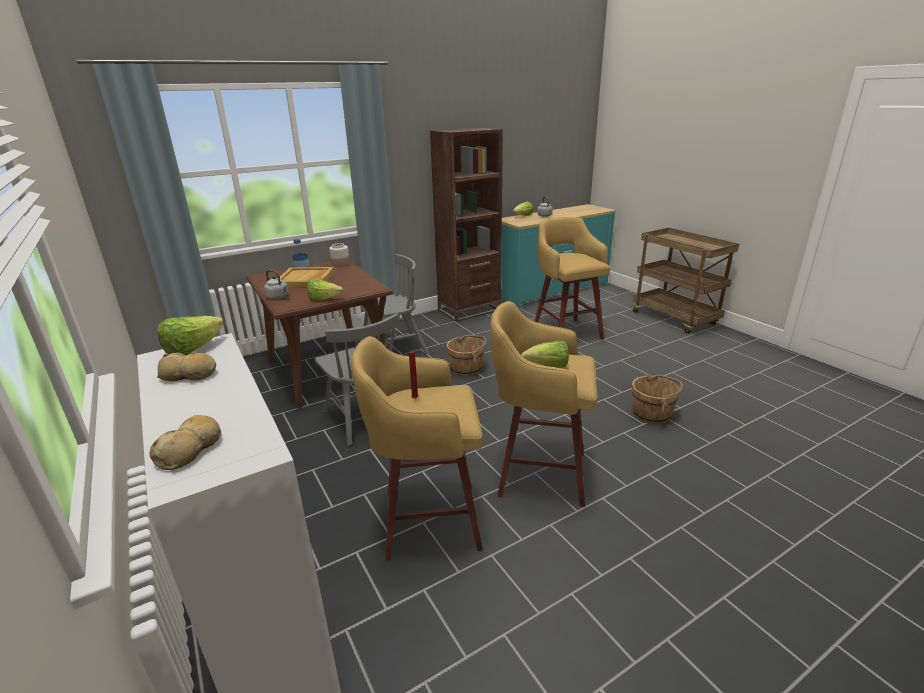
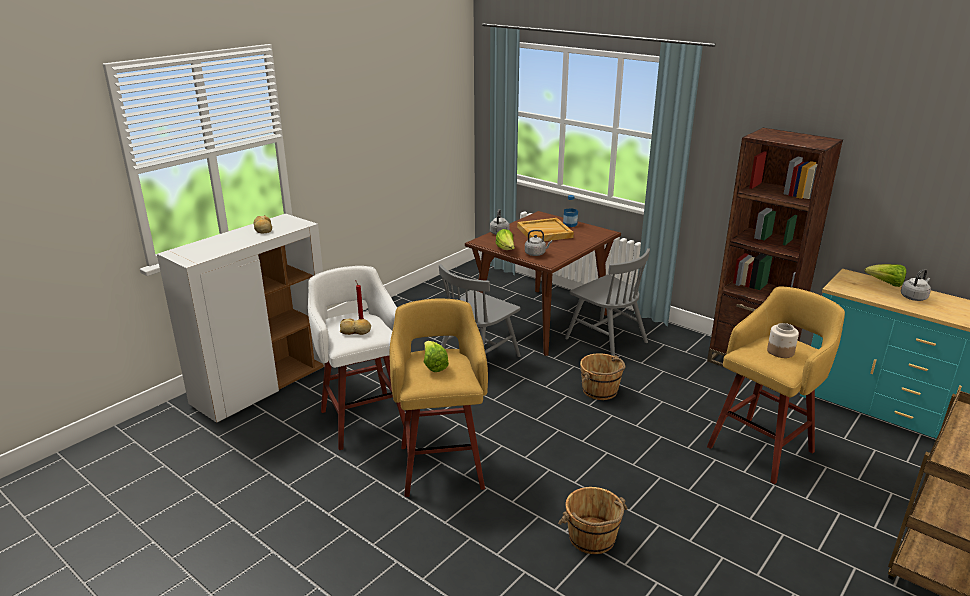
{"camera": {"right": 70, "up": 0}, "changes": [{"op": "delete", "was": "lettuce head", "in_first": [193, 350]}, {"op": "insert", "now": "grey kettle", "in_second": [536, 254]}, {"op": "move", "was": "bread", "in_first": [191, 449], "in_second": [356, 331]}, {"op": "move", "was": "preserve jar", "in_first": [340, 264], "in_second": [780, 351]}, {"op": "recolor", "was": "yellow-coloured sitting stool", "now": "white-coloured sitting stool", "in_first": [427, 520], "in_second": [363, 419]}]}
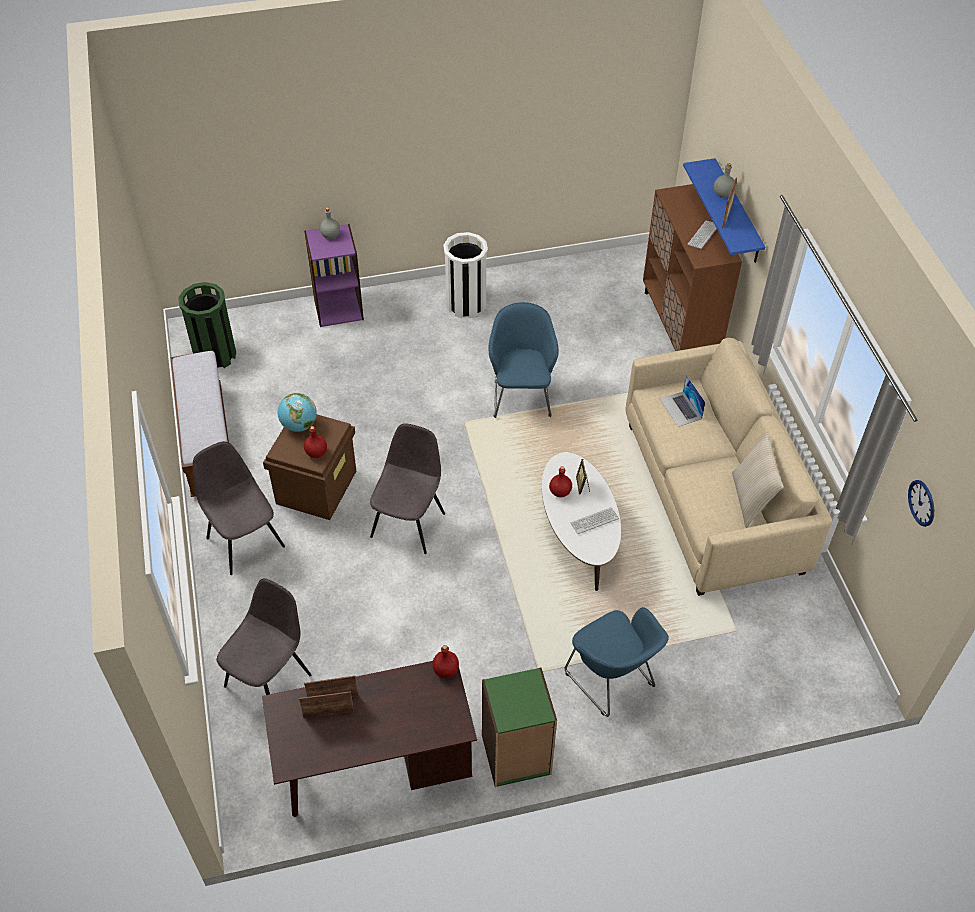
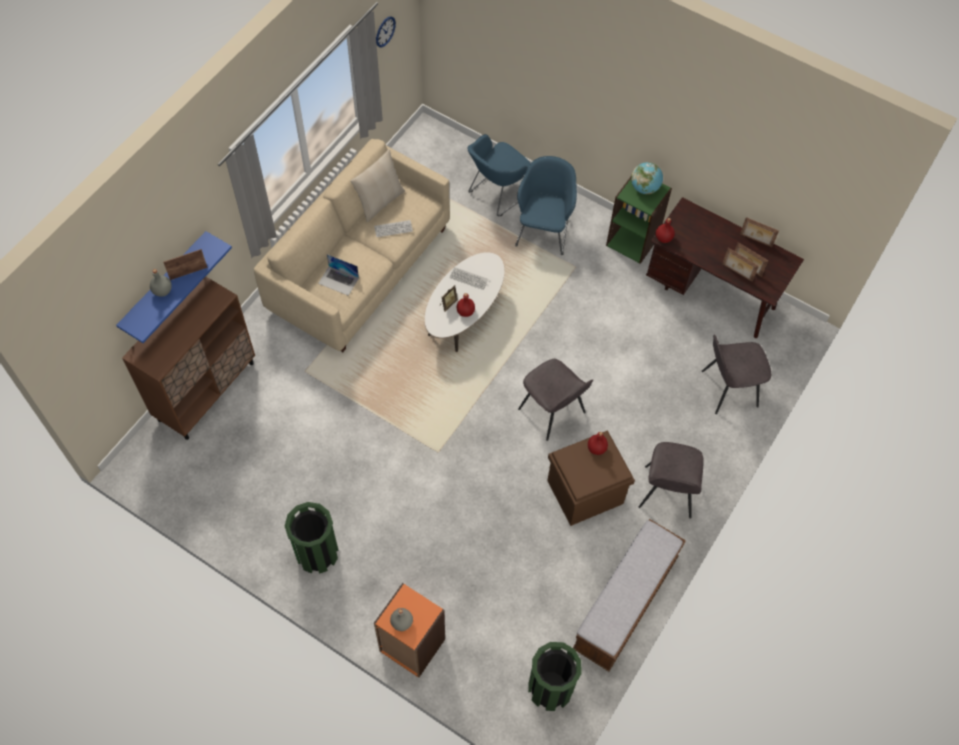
{"camera": {"right": -135, "up": 10}, "changes": [{"op": "insert", "now": "standing frame", "in_second": [755, 241]}, {"op": "move", "was": "world globe", "in_first": [299, 425], "in_second": [645, 188]}, {"op": "move", "was": "blue-coloured easy chair", "in_first": [521, 395], "in_second": [497, 194]}, {"op": "move", "was": "computer keyboard", "in_first": [703, 235], "in_second": [393, 229]}, {"op": "recolor", "was": "purple-coloured bookshelf", "now": "orangey bookshelf", "in_first": [338, 308], "in_second": [411, 645]}, {"op": "recolor", "was": "white-coloured trash can", "now": "greenish trash can", "in_first": [466, 304], "in_second": [317, 553]}, {"op": "rotate", "was": "grey chair", "in_first": [409, 523], "in_second": [553, 412], "clockwise": -105}, {"op": "rotate", "was": "laptop", "in_first": [680, 409], "in_second": [338, 280], "clockwise": 90}]}
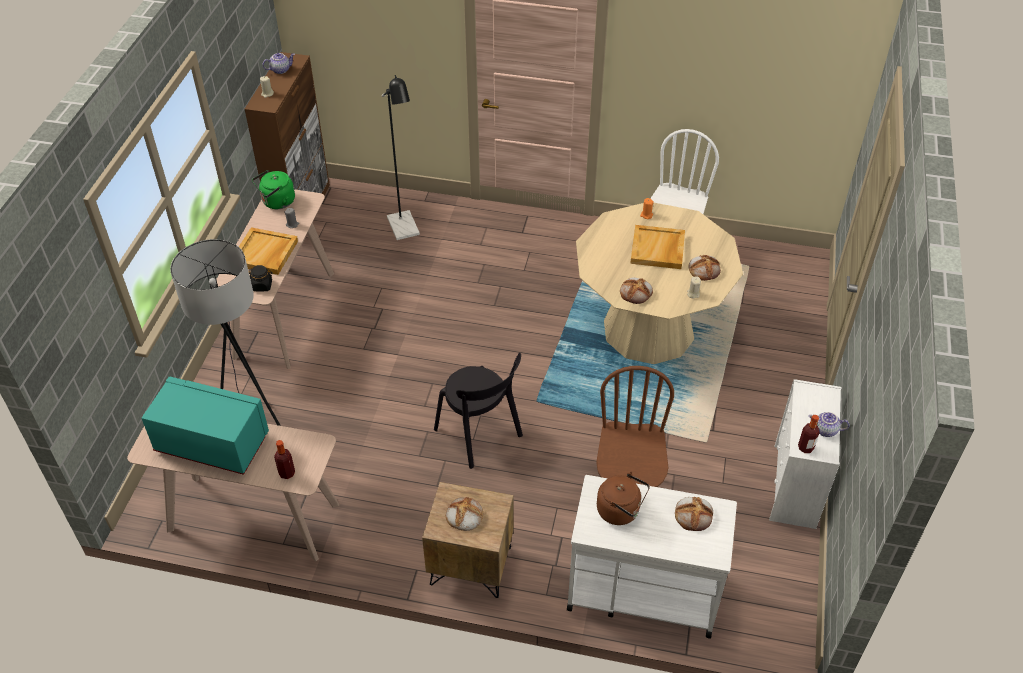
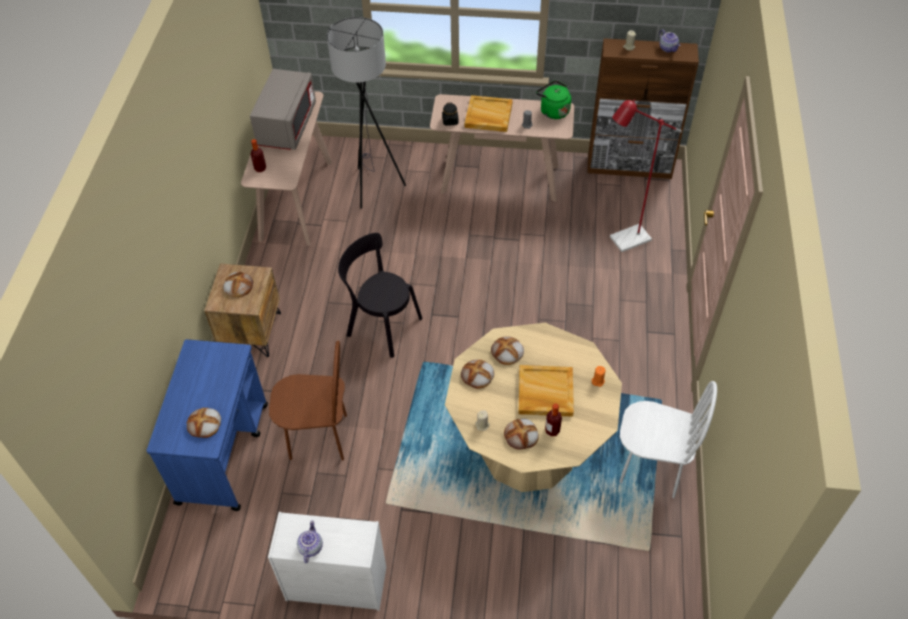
{"camera": {"right": 85, "up": 5}, "changes": [{"op": "delete", "was": "brown-coloured kettle", "in_first": [621, 511]}, {"op": "insert", "now": "bread", "in_second": [507, 352]}, {"op": "move", "was": "drink bottle", "in_first": [805, 448], "in_second": [552, 430]}, {"op": "recolor", "was": "turquoise-coloured microwave oven", "now": "grey microwave oven", "in_first": [212, 444], "in_second": [287, 126]}, {"op": "recolor", "was": "black standing lamp", "now": "red-coloured standing lamp", "in_first": [405, 230], "in_second": [624, 241]}, {"op": "recolor", "was": "white-coloured trolley", "now": "blue-coloured trolley", "in_first": [641, 591], "in_second": [223, 452]}, {"op": "rotate", "was": "black chair", "in_first": [480, 435], "in_second": [381, 325], "clockwise": 75}]}
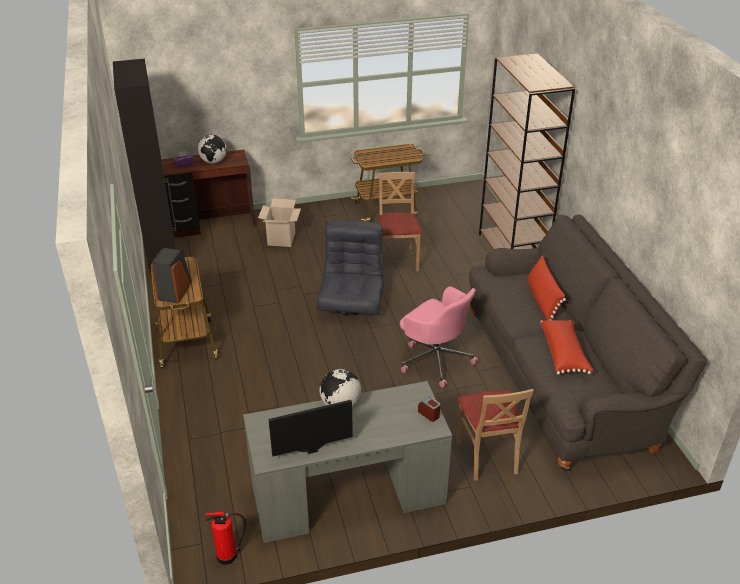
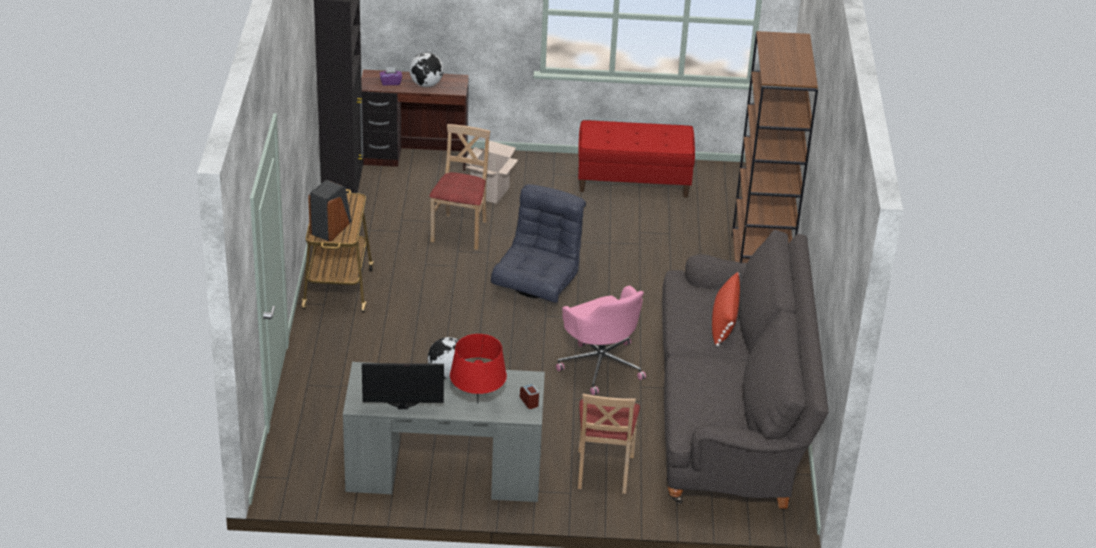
{"camera": {"right": 15, "up": 0}, "changes": [{"op": "delete", "was": "fire-fighting cylinder", "in_first": [229, 555]}, {"op": "delete", "was": "red-coloured pillow", "in_first": [564, 354]}, {"op": "insert", "now": "red-coloured tabletop lamp", "in_second": [477, 403]}, {"op": "move", "was": "sand-coloured chair", "in_first": [397, 260], "in_second": [460, 231]}, {"op": "replace", "was": "trolley", "now": "red-coloured bench", "in_first": [386, 210], "in_second": [633, 181]}]}
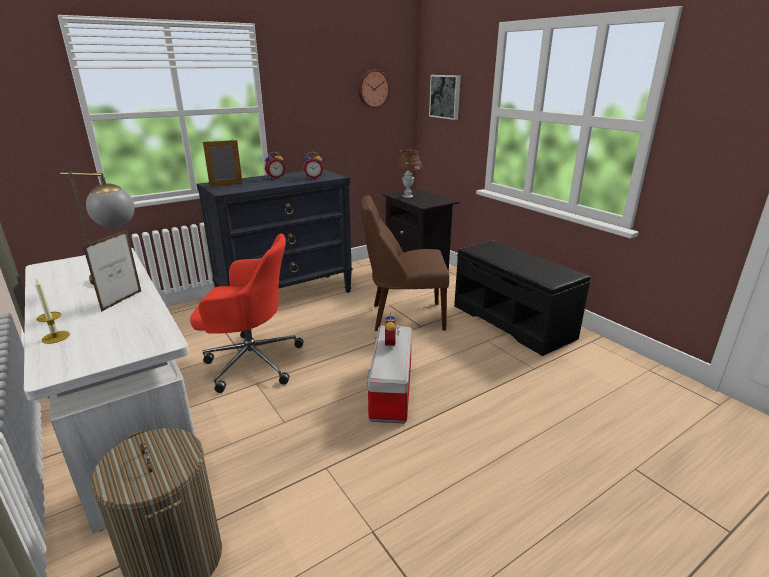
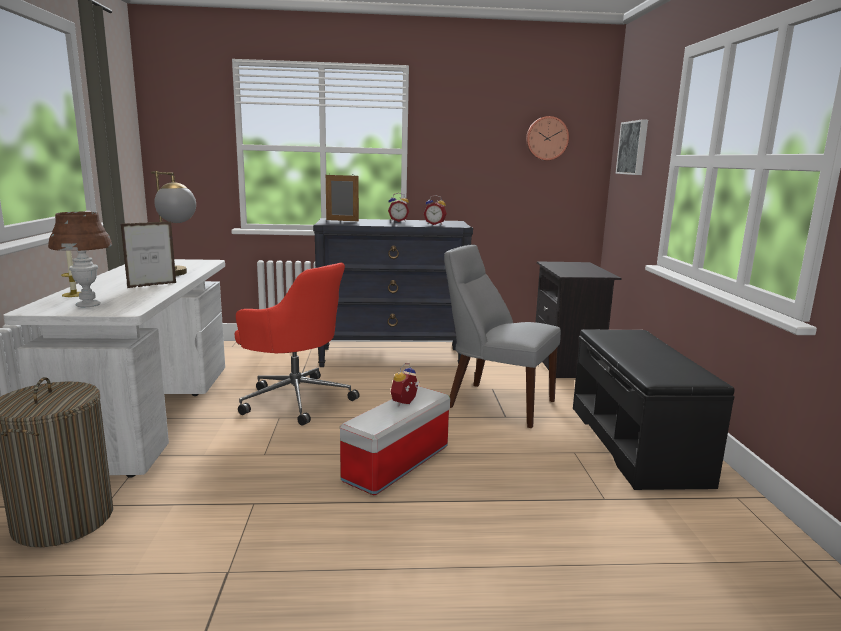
{"camera": {"right": 30, "up": -10}, "changes": [{"op": "move", "was": "brown-coloured tabletop lamp", "in_first": [407, 196], "in_second": [88, 305]}, {"op": "recolor", "was": "brown-coloured chair", "now": "grey chair", "in_first": [403, 316], "in_second": [496, 403]}]}
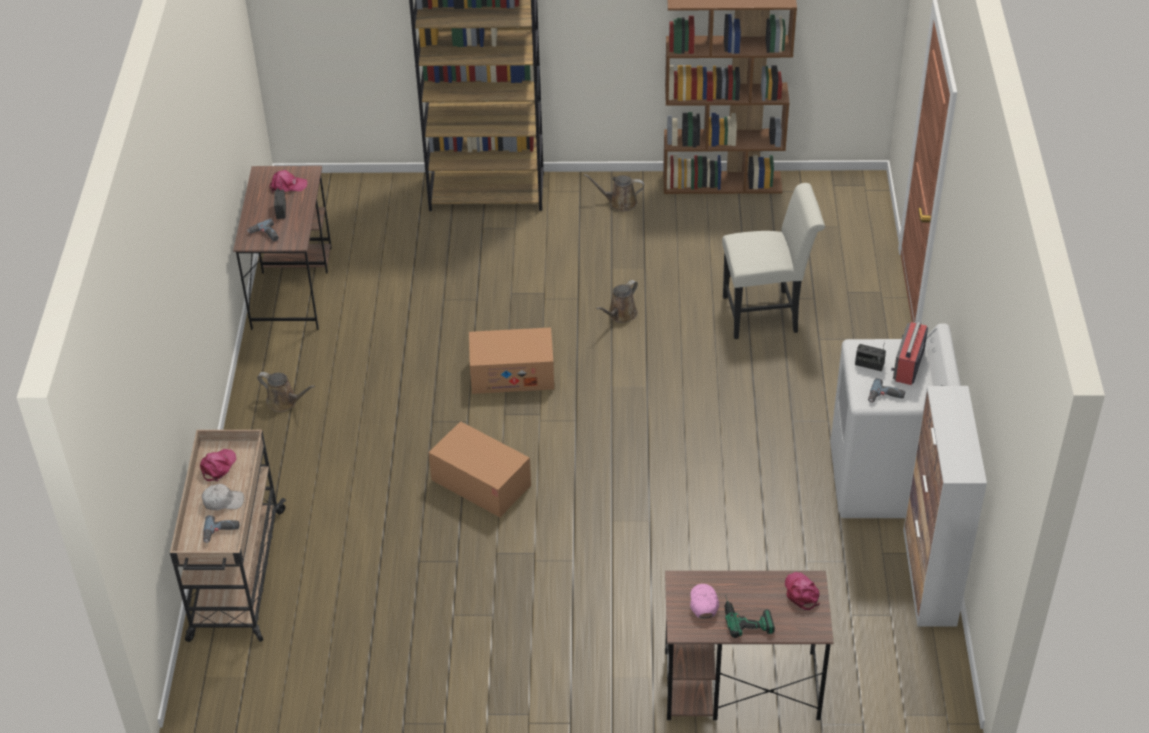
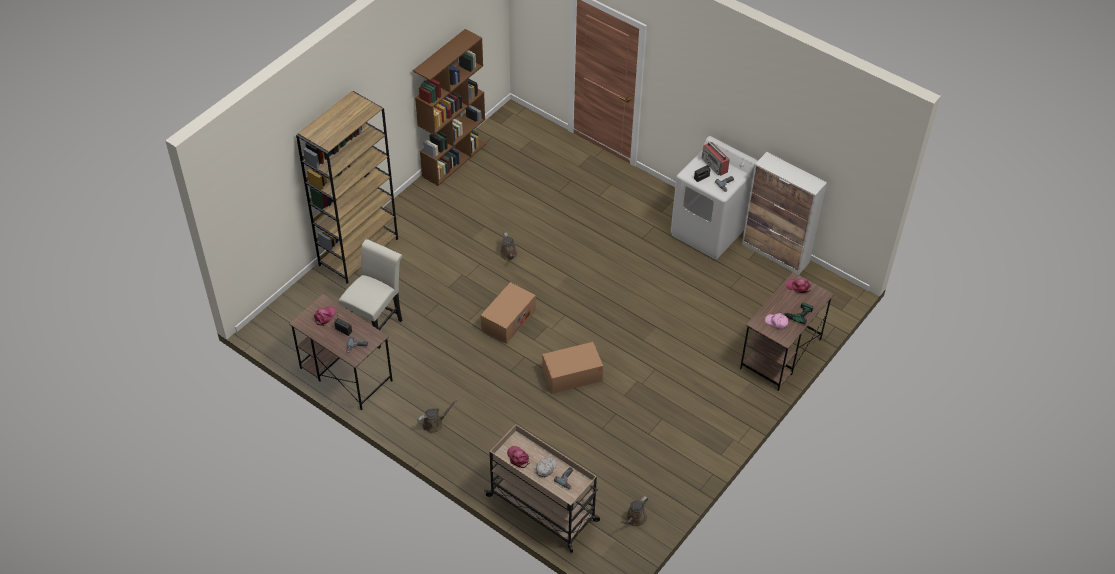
{"camera": {"right": -55, "up": 5}, "changes": [{"op": "move", "was": "brown-coloured watering pot", "in_first": [619, 203], "in_second": [634, 519]}, {"op": "move", "was": "white-coloured chair", "in_first": [766, 313], "in_second": [376, 323]}]}
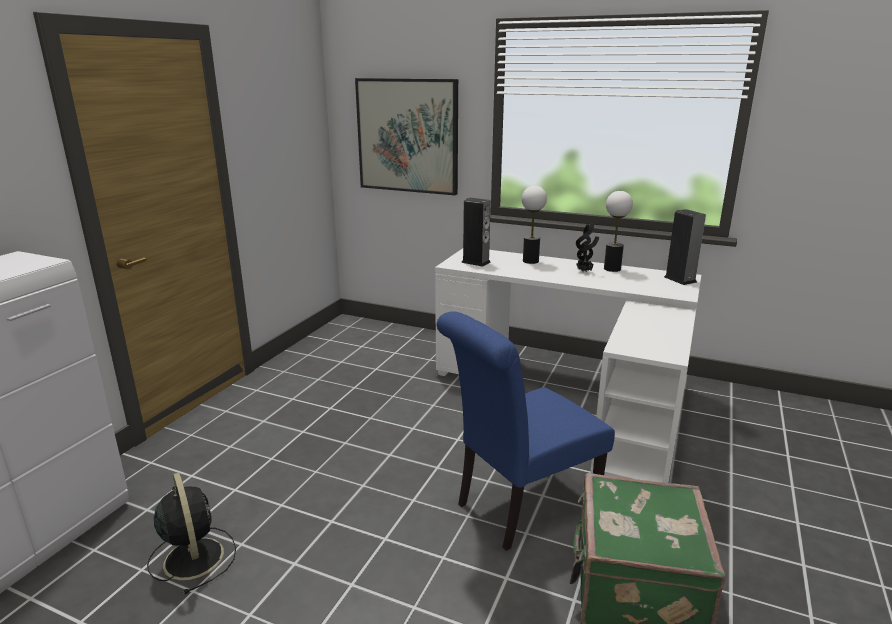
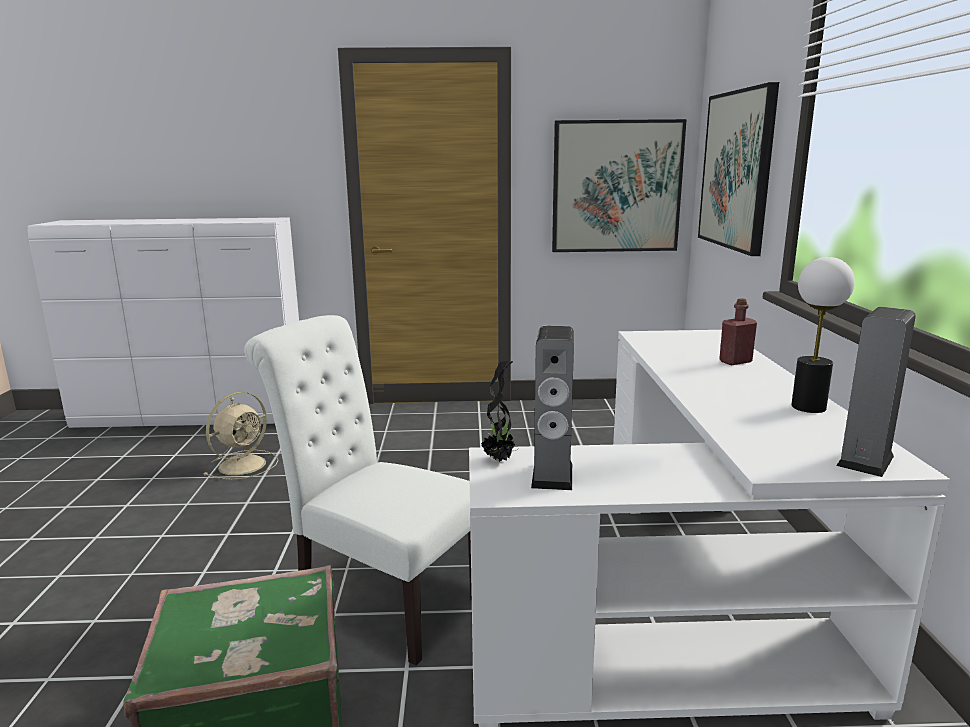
{"camera": {"right": 65, "up": -5}, "changes": [{"op": "insert", "now": "wall art", "in_second": [616, 187]}, {"op": "move", "was": "speaker", "in_first": [475, 262], "in_second": [552, 475]}, {"op": "move", "was": "potted plant", "in_first": [584, 271], "in_second": [499, 460]}, {"op": "replace", "was": "tabletop lamp", "now": "red-coloured drink bottle", "in_first": [530, 261], "in_second": [735, 361]}, {"op": "recolor", "was": "black electric fan", "now": "sand-coloured electric fan", "in_first": [193, 556], "in_second": [244, 464]}, {"op": "recolor", "was": "blue-coloured chair", "now": "white-coloured chair", "in_first": [519, 507], "in_second": [379, 599]}]}
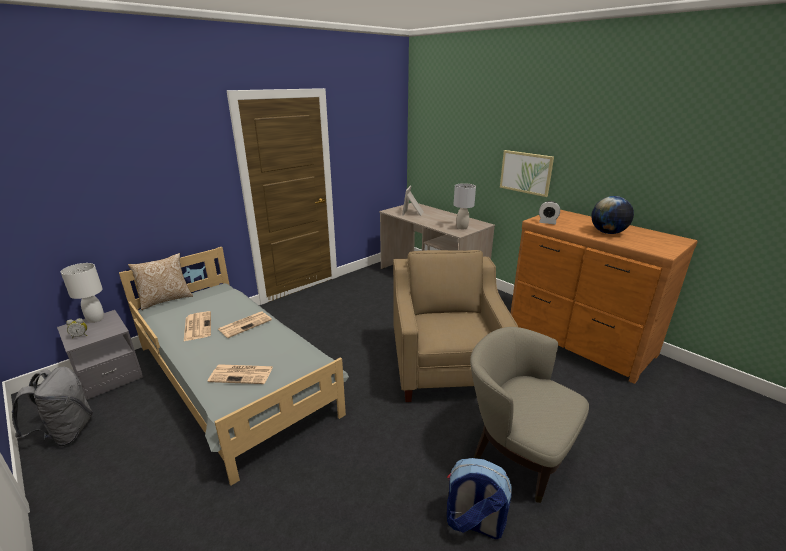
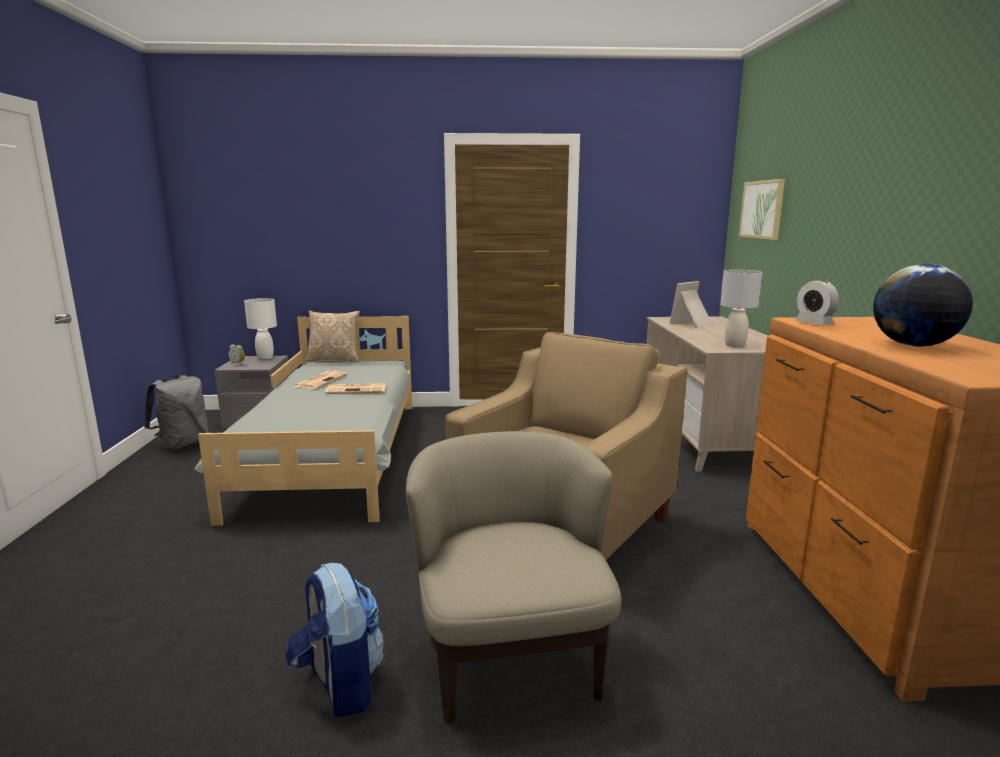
{"camera": {"right": 40, "up": -10}, "changes": [{"op": "delete", "was": "newspaper", "in_first": [242, 374]}, {"op": "move", "was": "wall art", "in_first": [526, 172], "in_second": [762, 209]}]}
